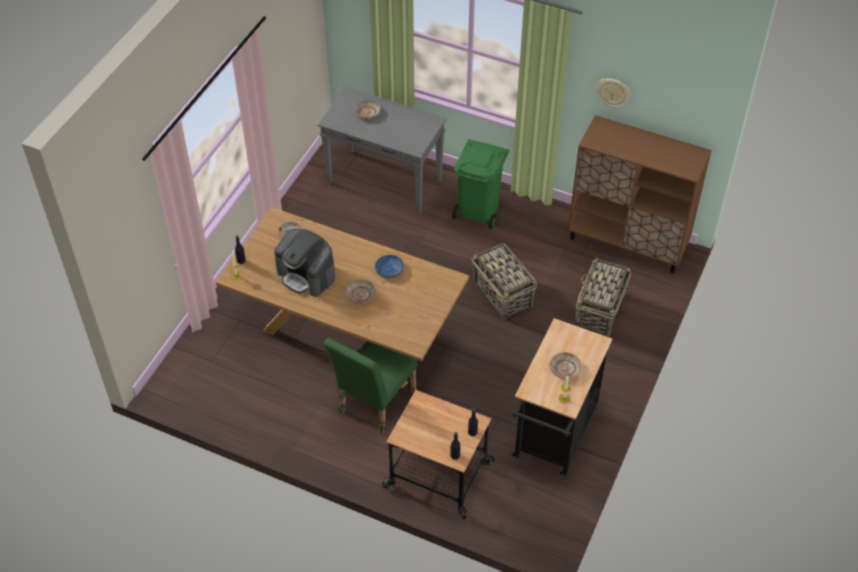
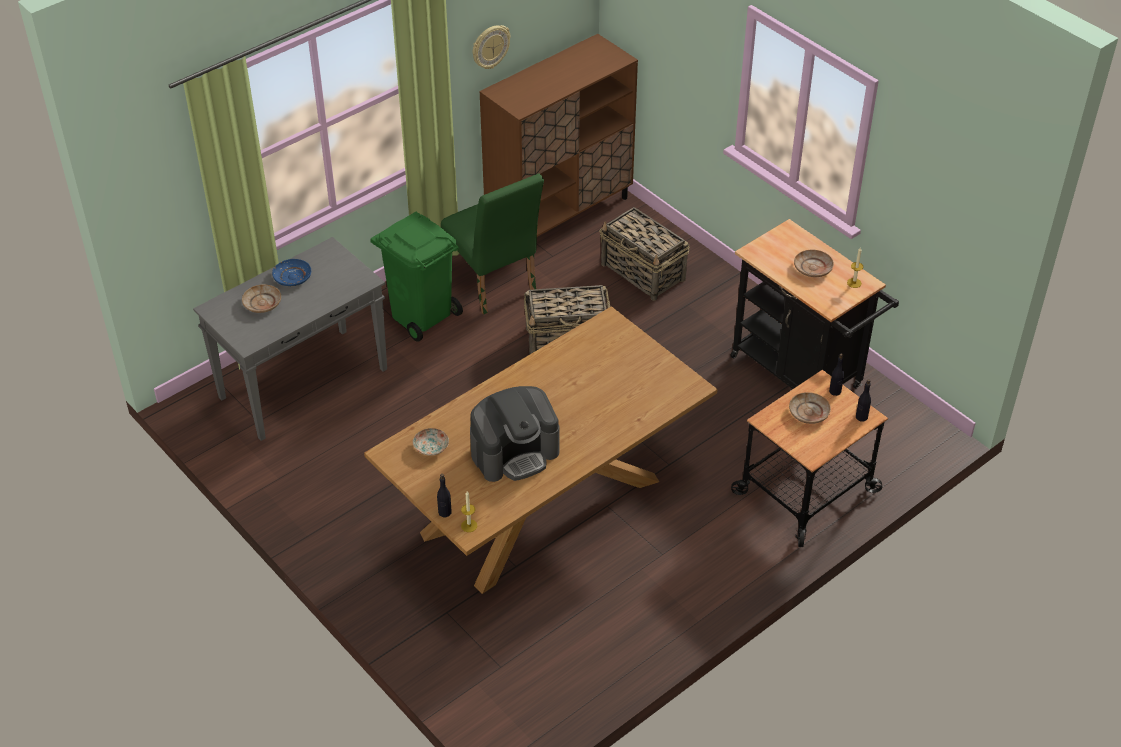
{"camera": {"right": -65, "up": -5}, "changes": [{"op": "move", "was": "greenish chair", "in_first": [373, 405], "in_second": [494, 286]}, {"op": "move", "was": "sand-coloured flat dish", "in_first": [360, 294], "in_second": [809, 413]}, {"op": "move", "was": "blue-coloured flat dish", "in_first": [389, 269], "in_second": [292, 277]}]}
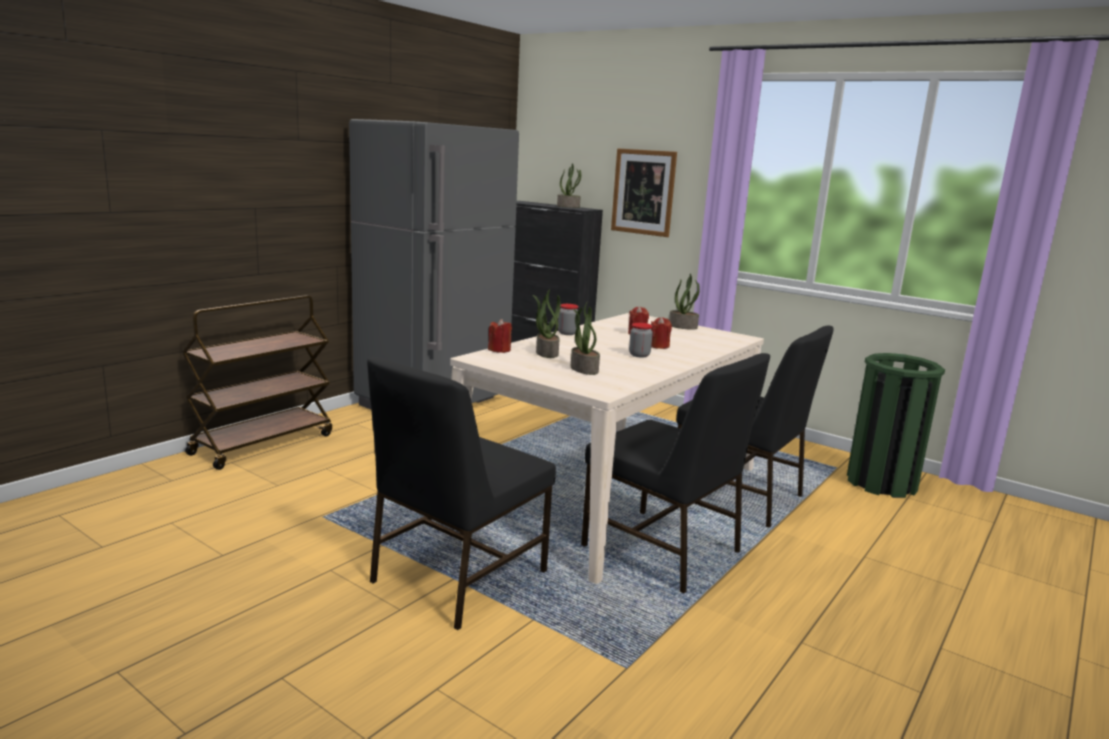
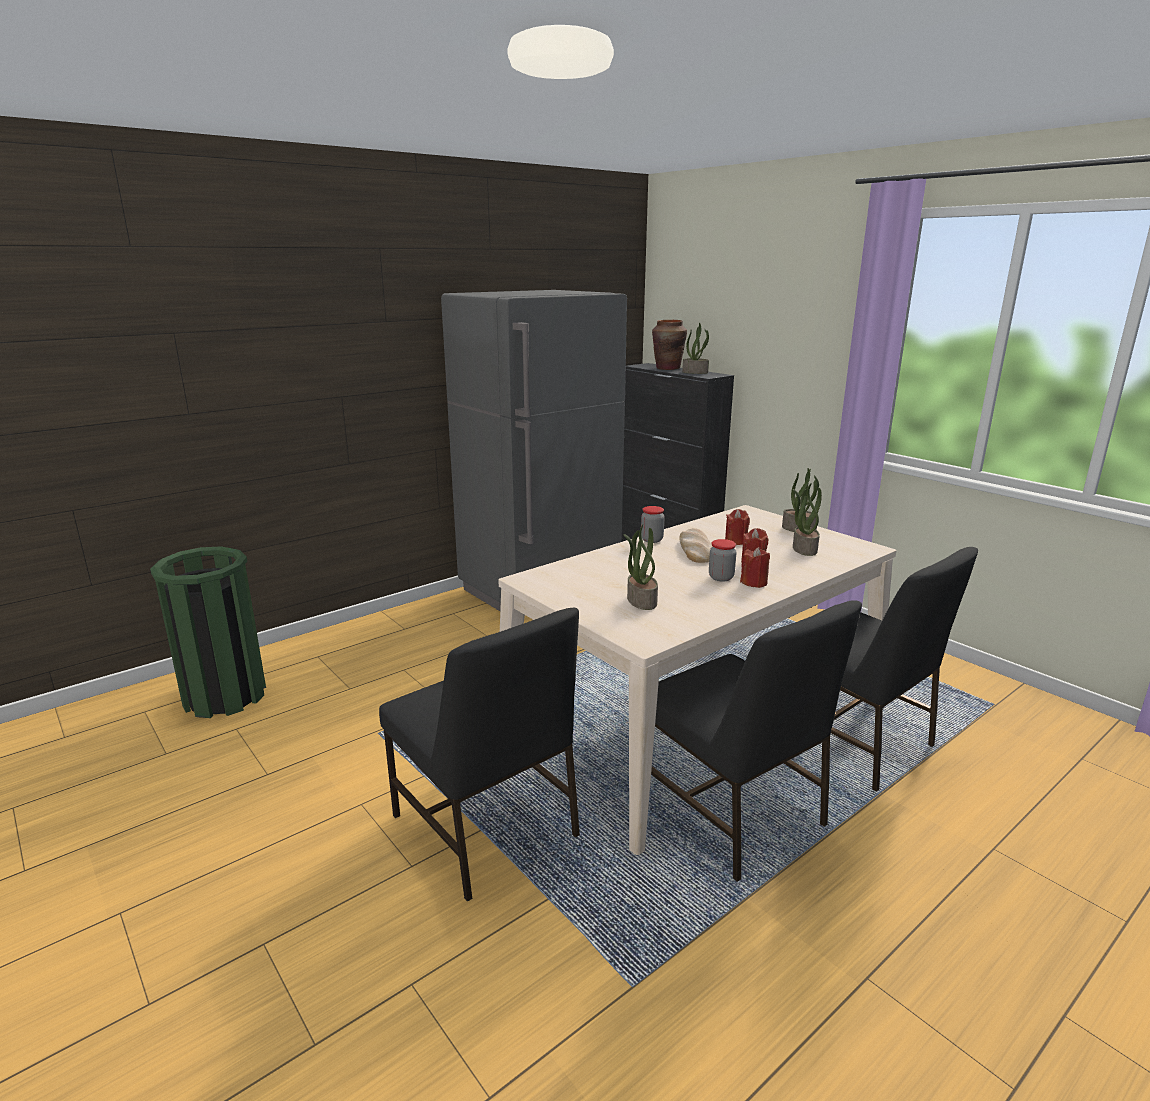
{"camera": {"right": 15, "up": 5}, "changes": [{"op": "delete", "was": "brown-coloured trolley", "in_first": [263, 444]}, {"op": "delete", "was": "wall art", "in_first": [643, 192]}, {"op": "insert", "now": "brown-coloured vase", "in_second": [668, 368]}, {"op": "insert", "now": "bread", "in_second": [695, 550]}, {"op": "move", "was": "red-coloured wax light", "in_first": [499, 350], "in_second": [754, 582]}, {"op": "move", "was": "potted plant", "in_first": [546, 353], "in_second": [804, 549]}, {"op": "move", "was": "greenish trash can", "in_first": [881, 483], "in_second": [225, 696]}, {"op": "rotate", "was": "black chair", "in_first": [456, 577], "in_second": [485, 828], "clockwise": -90}]}
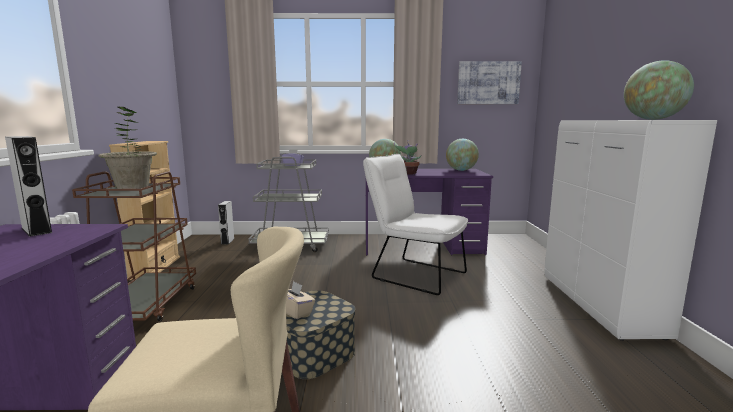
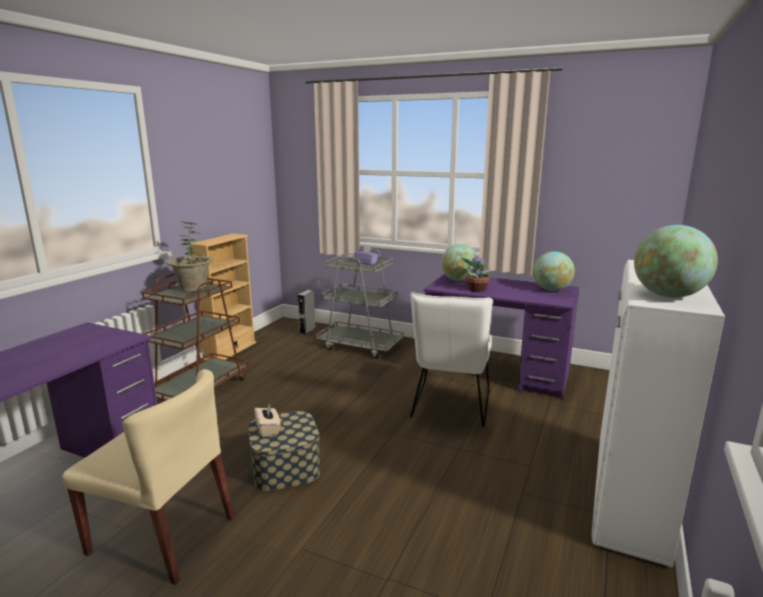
{"camera": {"right": 25, "up": 5}, "changes": [{"op": "delete", "was": "grey speaker", "in_first": [36, 230]}, {"op": "delete", "was": "wall art", "in_first": [488, 83]}, {"op": "rotate", "was": "white-coloured chair", "in_first": [413, 274], "in_second": [450, 407], "clockwise": -135}]}
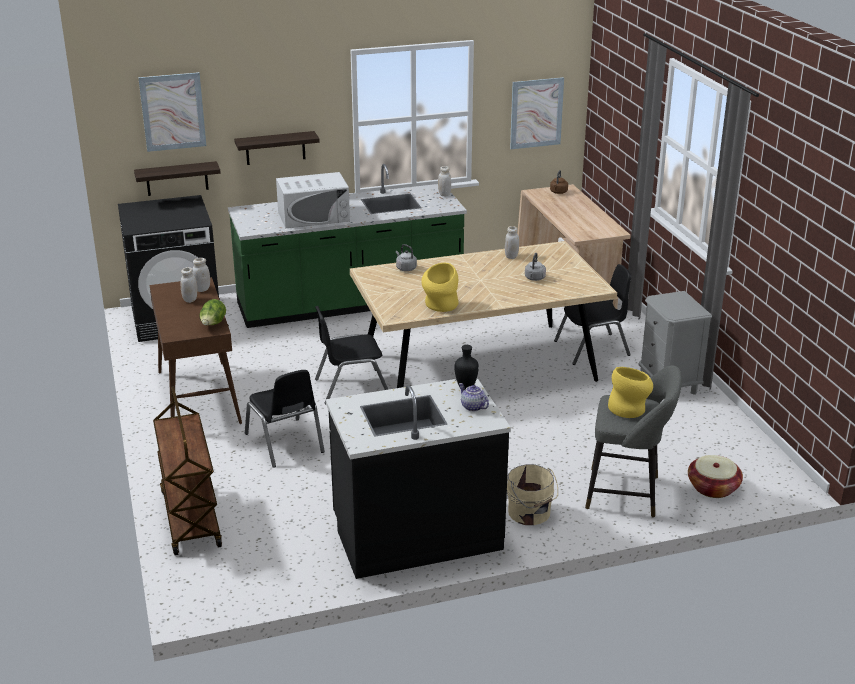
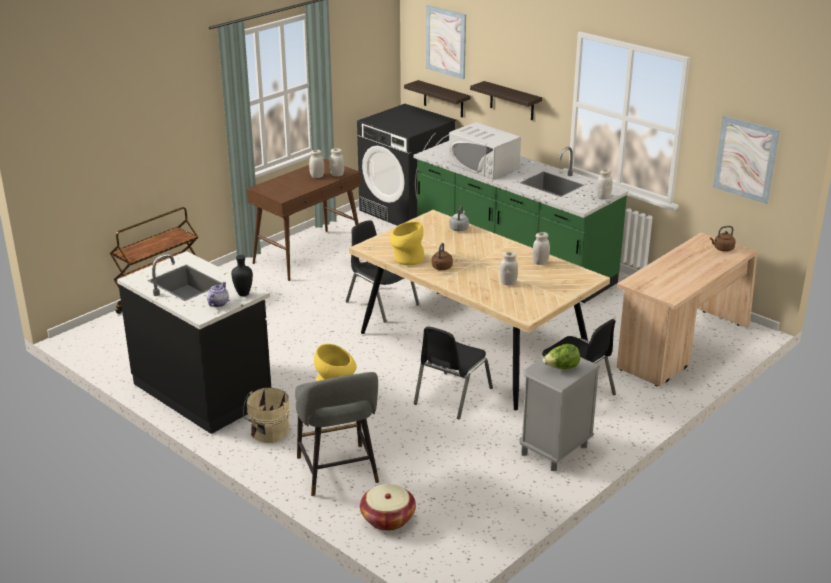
{"camera": {"right": 60, "up": 0}, "changes": [{"op": "insert", "now": "brown-coloured kettle", "in_second": [441, 268]}, {"op": "move", "was": "lettuce head", "in_first": [213, 324], "in_second": [561, 368]}, {"op": "move", "was": "black chair", "in_first": [285, 443], "in_second": [452, 396]}, {"op": "replace", "was": "grey kettle", "now": "white-coloured preserve jar", "in_first": [534, 278], "in_second": [508, 283]}]}
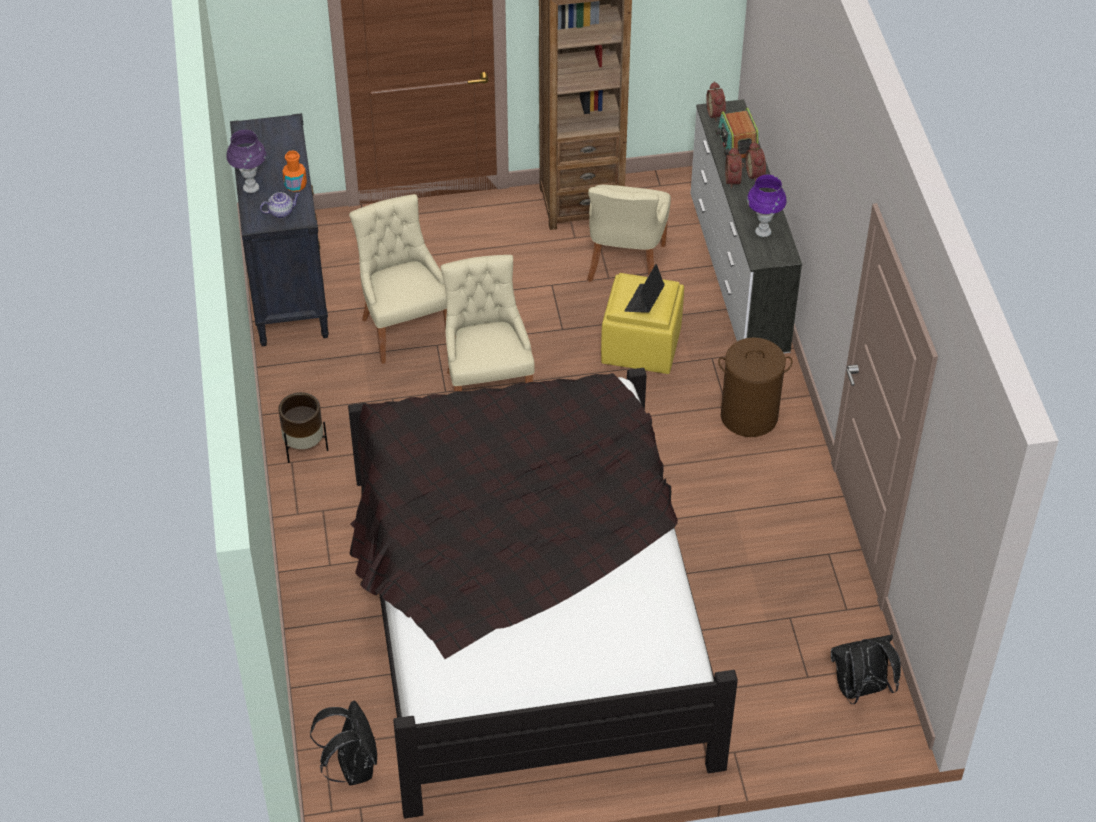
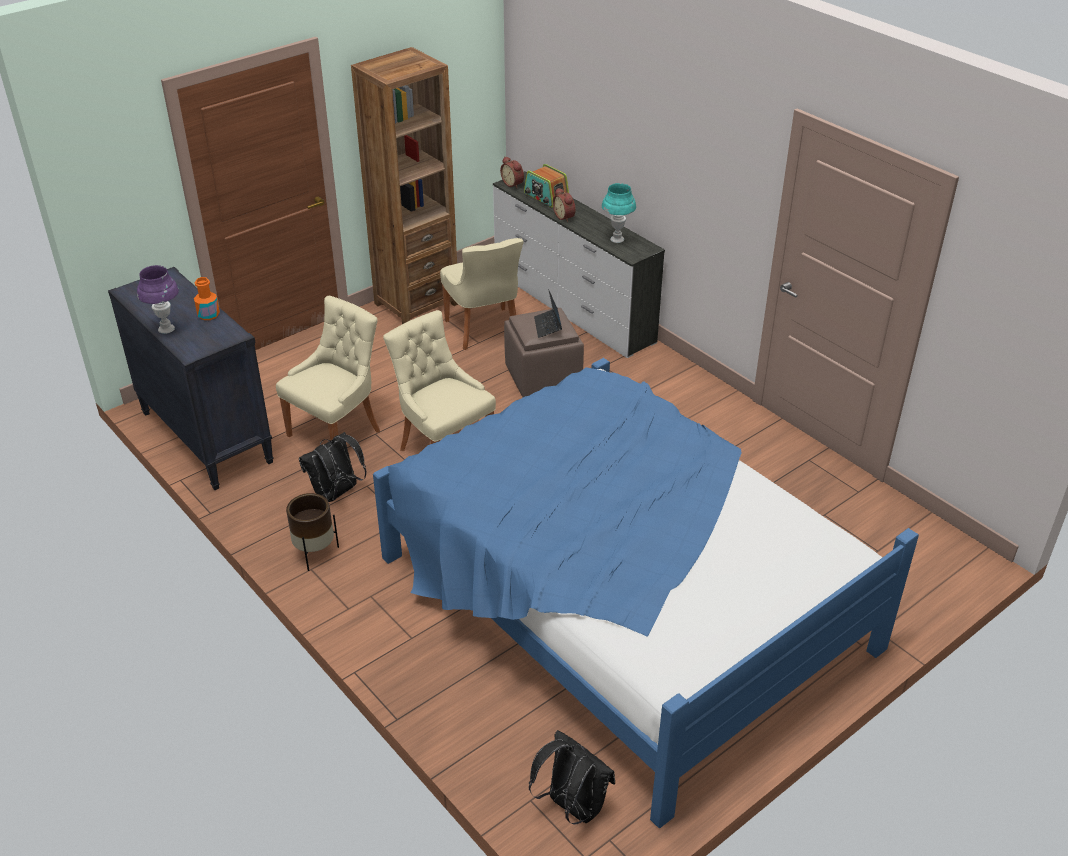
{"camera": {"right": -30, "up": -10}, "changes": [{"op": "delete", "was": "pot for tea", "in_first": [281, 212]}, {"op": "delete", "was": "brown-coloured washing basket", "in_first": [749, 416]}, {"op": "delete", "was": "table clock", "in_first": [756, 174]}, {"op": "move", "was": "black knapsack", "in_first": [860, 690], "in_second": [336, 494]}, {"op": "recolor", "was": "black bed", "now": "blue-coloured bed", "in_first": [528, 614], "in_second": [620, 601]}, {"op": "recolor", "was": "yellow-coloured ottoman", "now": "brown-coloured ottoman", "in_first": [642, 345], "in_second": [543, 376]}, {"op": "recolor", "was": "purple-coloured tabletop lamp", "now": "turquoise-coloured tabletop lamp", "in_first": [763, 231], "in_second": [617, 239]}, {"op": "rotate", "was": "sand-coloured chair", "in_first": [404, 328], "in_second": [337, 432], "clockwise": 90}]}
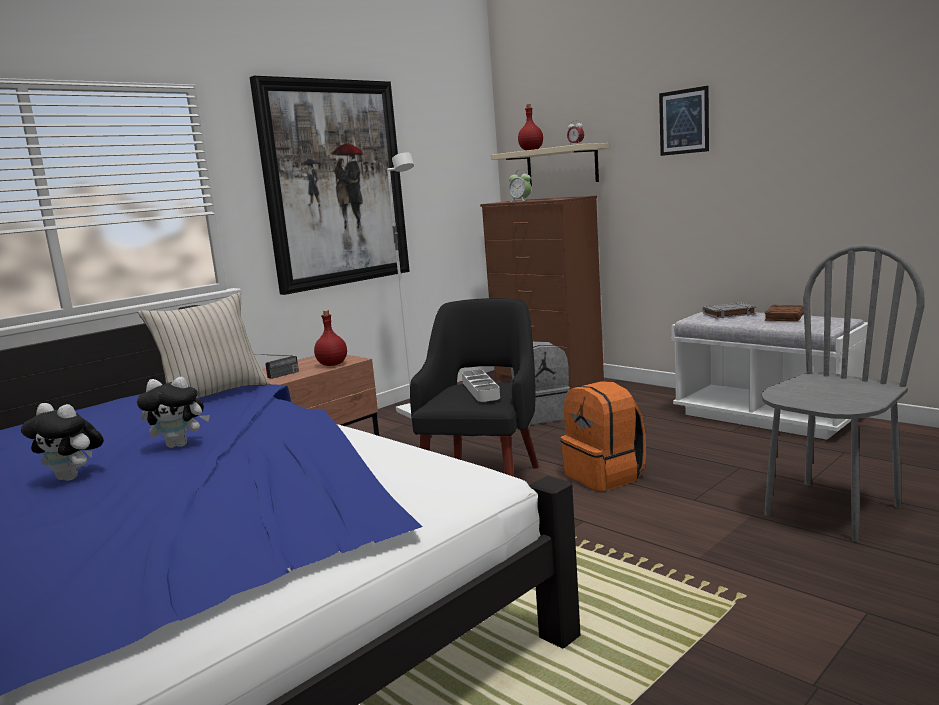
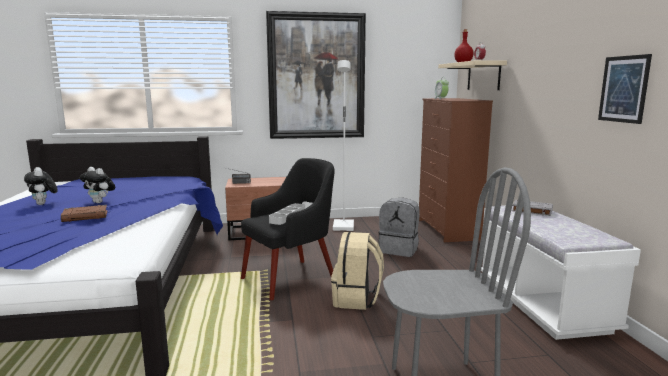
{"camera": {"right": 35, "up": 0}, "changes": [{"op": "delete", "was": "sand-coloured pillow", "in_first": [213, 394]}, {"op": "delete", "was": "red-coloured drink bottle", "in_first": [332, 365]}, {"op": "move", "was": "wall art", "in_first": [684, 121], "in_second": [623, 89]}, {"op": "move", "was": "brown-coloured bound book", "in_first": [784, 317], "in_second": [86, 216]}, {"op": "recolor", "was": "orangey knapsack", "now": "sand-coloured knapsack", "in_first": [605, 476], "in_second": [356, 299]}]}
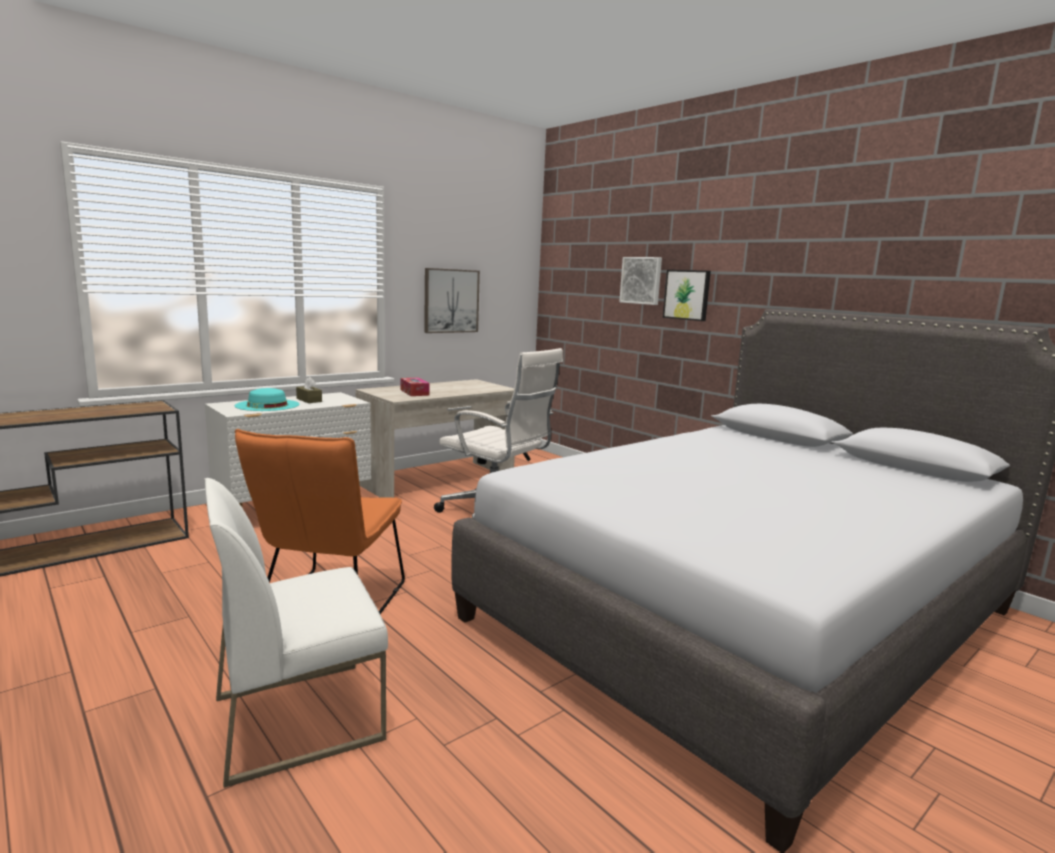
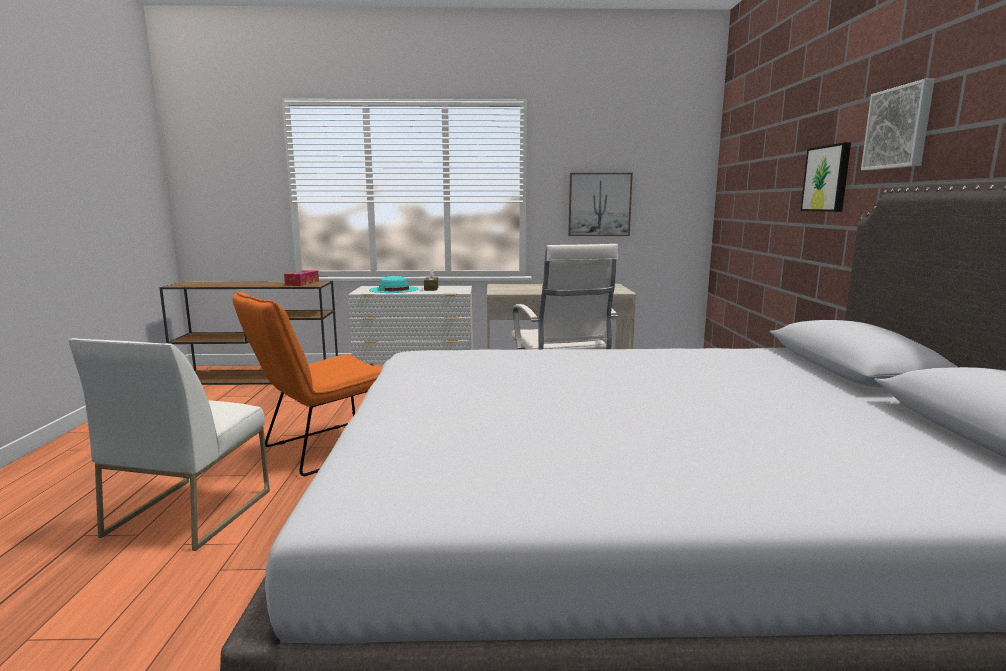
{"camera": {"right": 40, "up": 0}, "changes": [{"op": "move", "was": "tissue box", "in_first": [414, 392], "in_second": [302, 283]}, {"op": "move", "was": "wall art", "in_first": [641, 280], "in_second": [899, 128]}, {"op": "rotate", "was": "white-coloured chair", "in_first": [299, 717], "in_second": [190, 512], "clockwise": -90}]}
